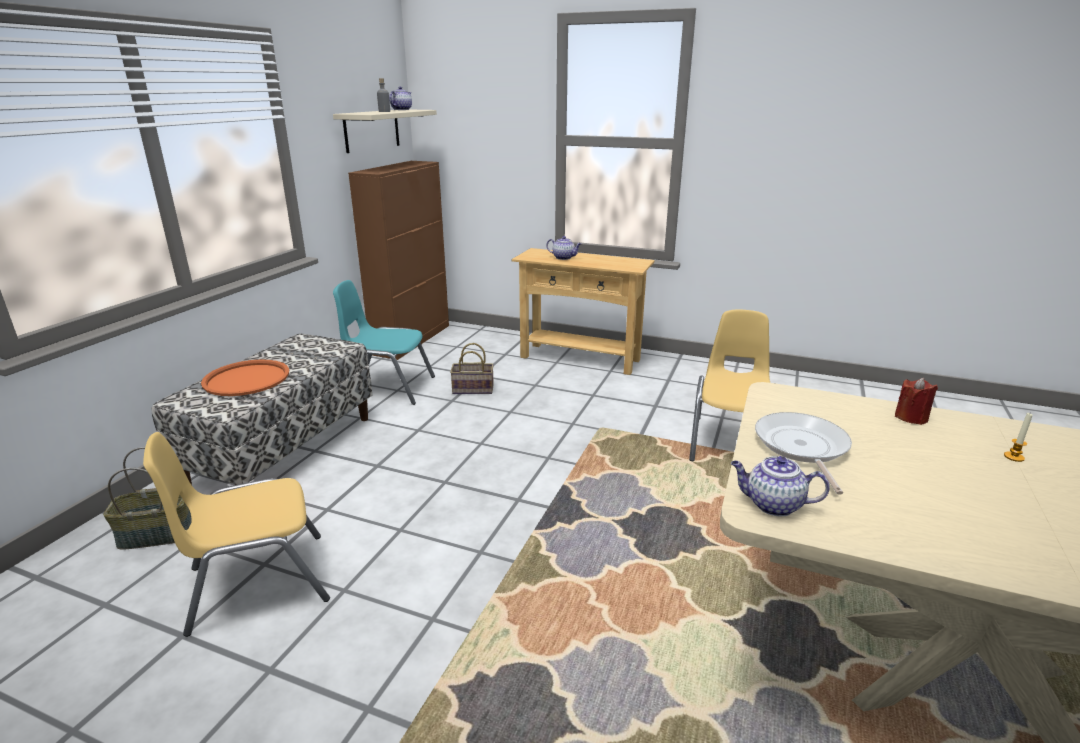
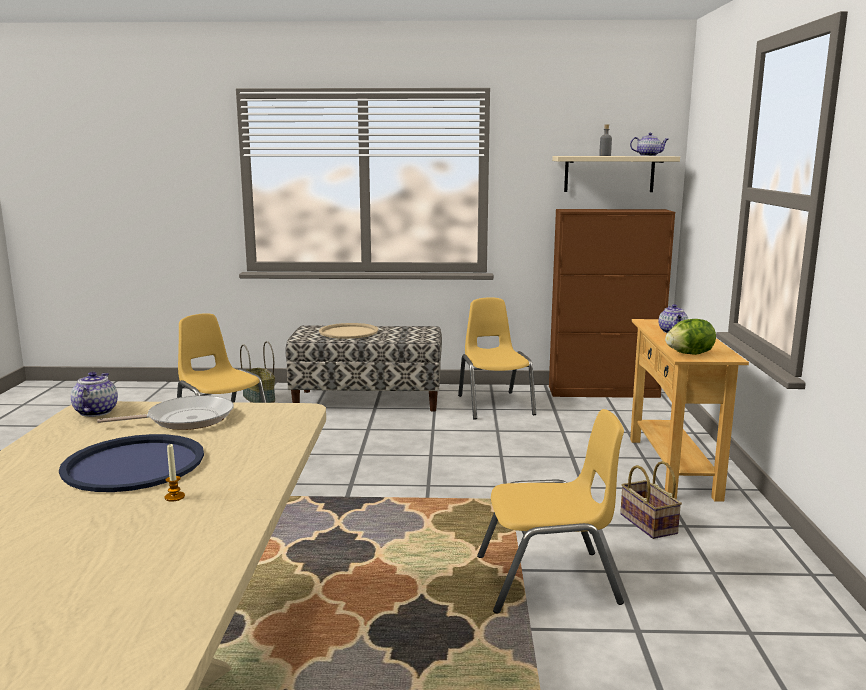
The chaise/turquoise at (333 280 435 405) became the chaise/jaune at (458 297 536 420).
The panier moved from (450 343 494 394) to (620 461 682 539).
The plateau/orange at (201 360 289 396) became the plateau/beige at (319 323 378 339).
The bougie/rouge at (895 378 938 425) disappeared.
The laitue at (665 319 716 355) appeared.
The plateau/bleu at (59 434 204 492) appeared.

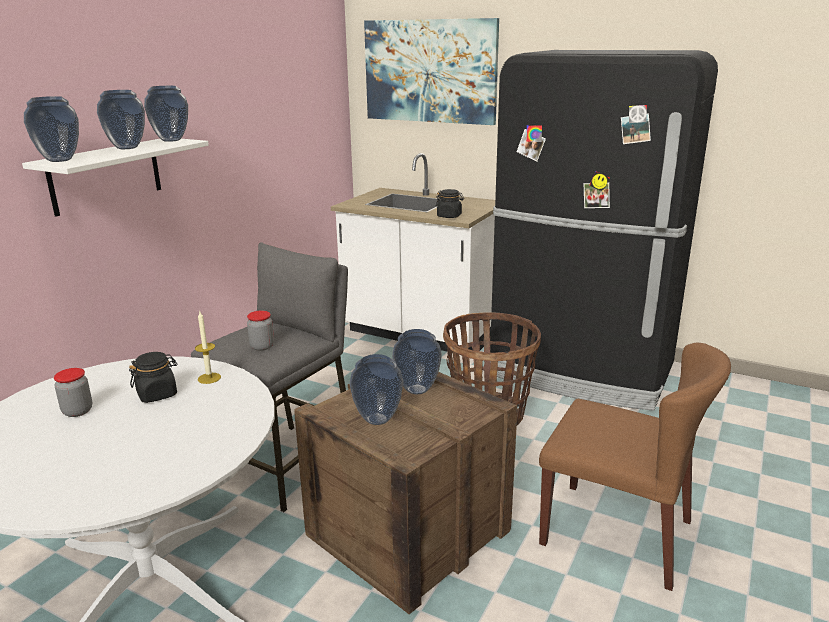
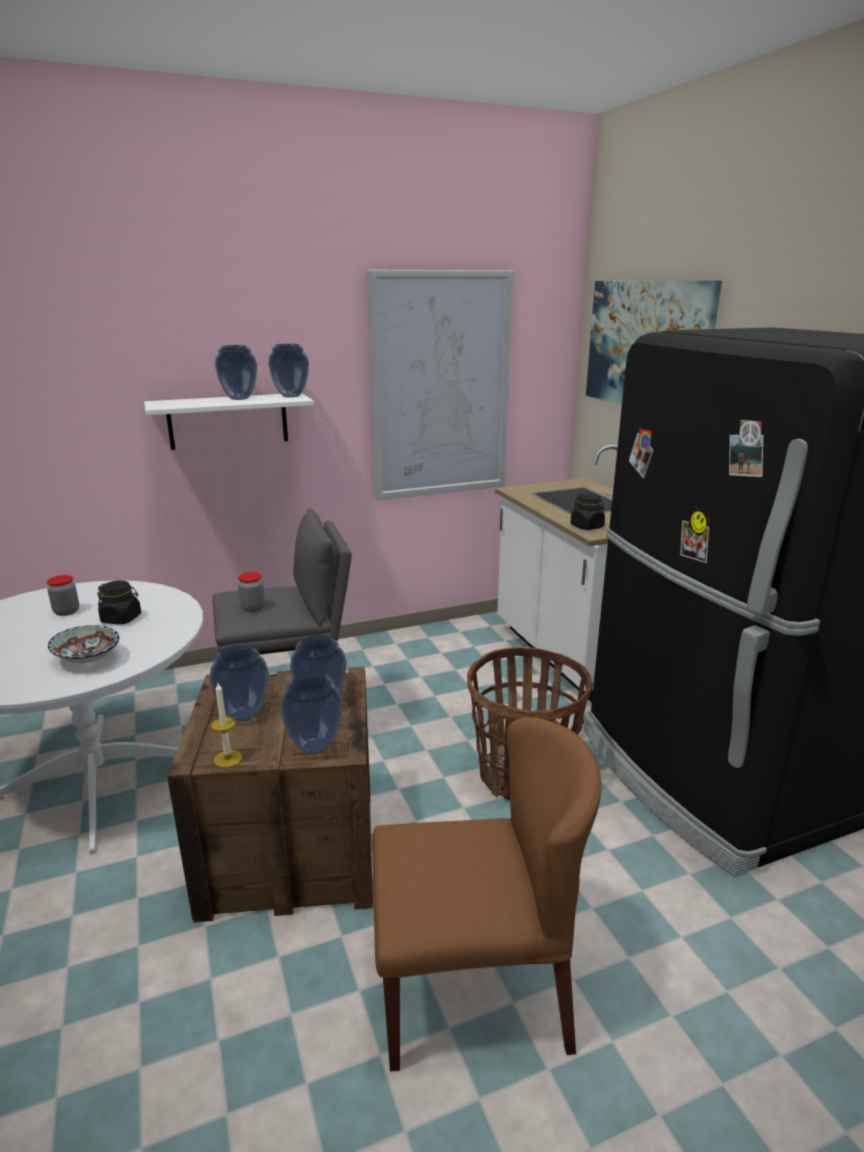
The vase moved from (24 96 79 162) to (280 673 343 754).
The bougie moved from (195 310 221 384) to (211 683 242 768).
The chaise/marron at (539 342 731 591) turned 75 degrees counterclockwise.
The tableau at (367 270 514 500) appeared.
The bol at (48 625 119 663) appeared.

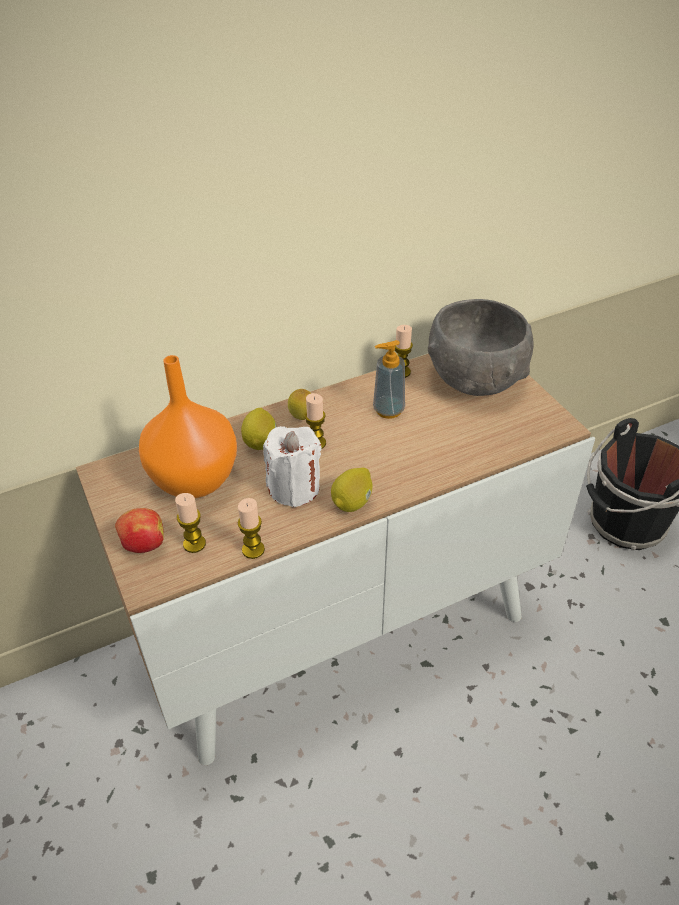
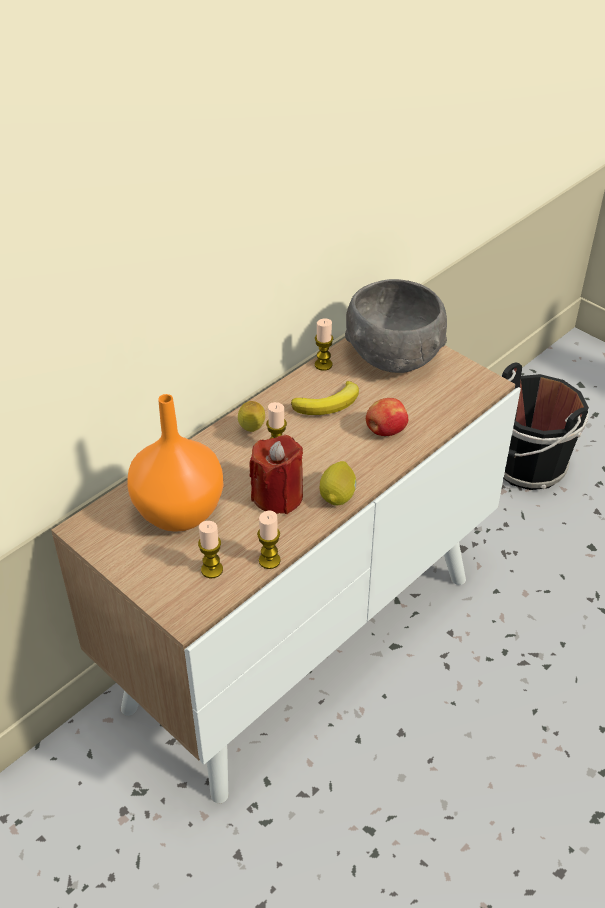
The distributeur de savon at (373 340 405 419) was replaced by the banane at (291 381 359 415).
The citron at (241 408 277 450) disappeared.
The bougie/blanc at (263 426 322 508) became the bougie/rouge at (250 435 303 514).
The pomme moved from (115 508 164 553) to (366 398 408 436).

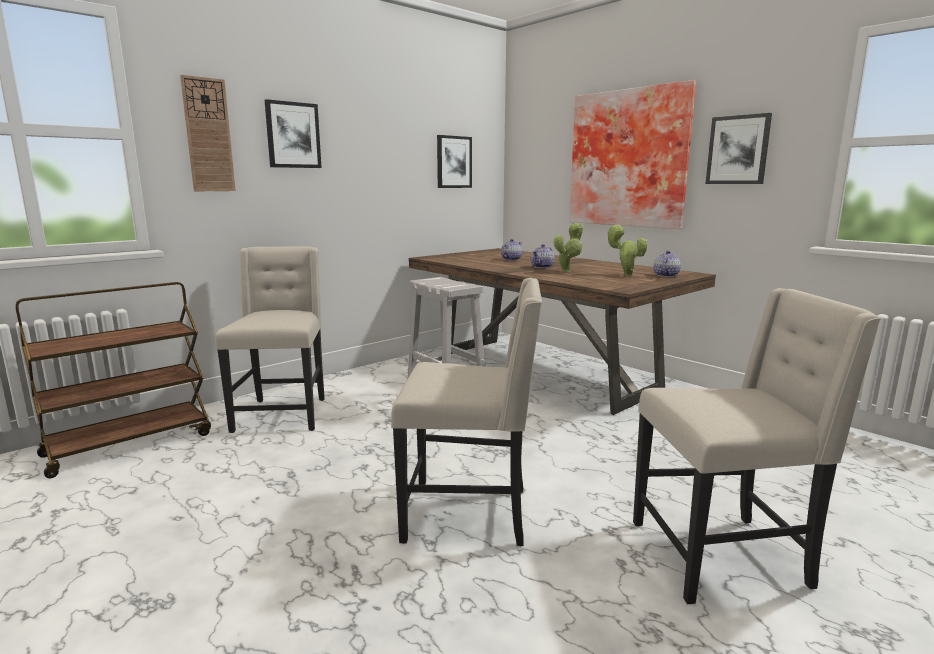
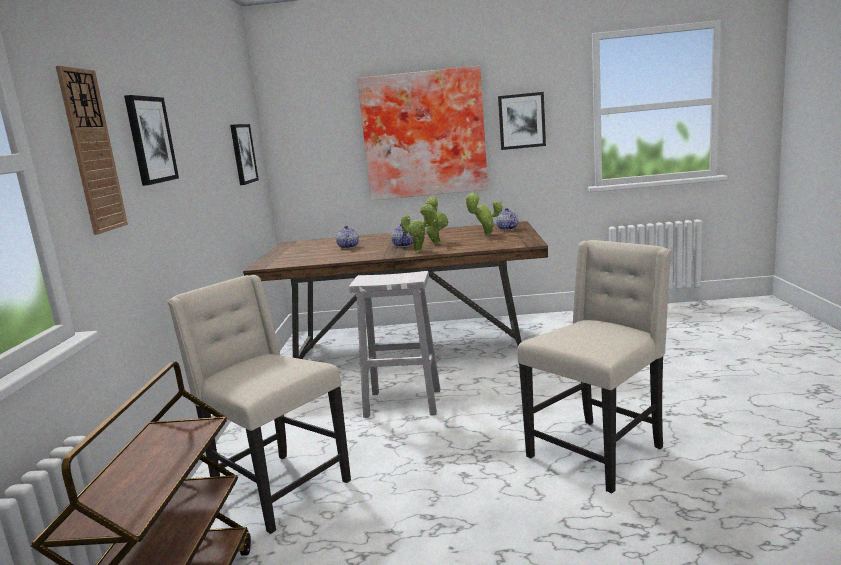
The chaise/beige at (633 288 881 604) disappeared.
The plante en pot at (401 203 436 252) appeared.

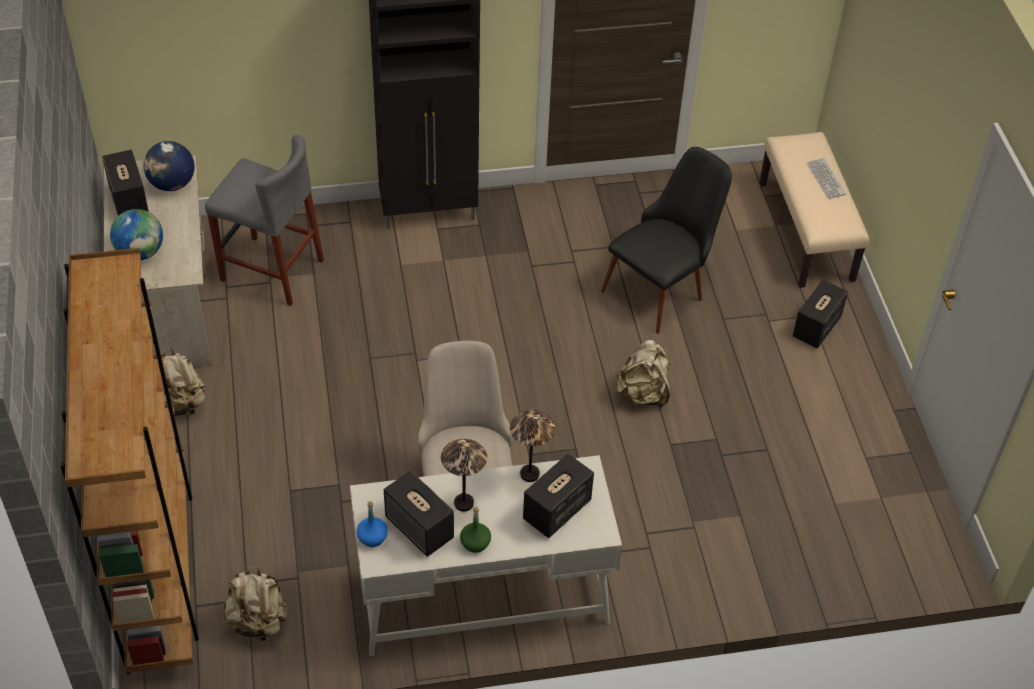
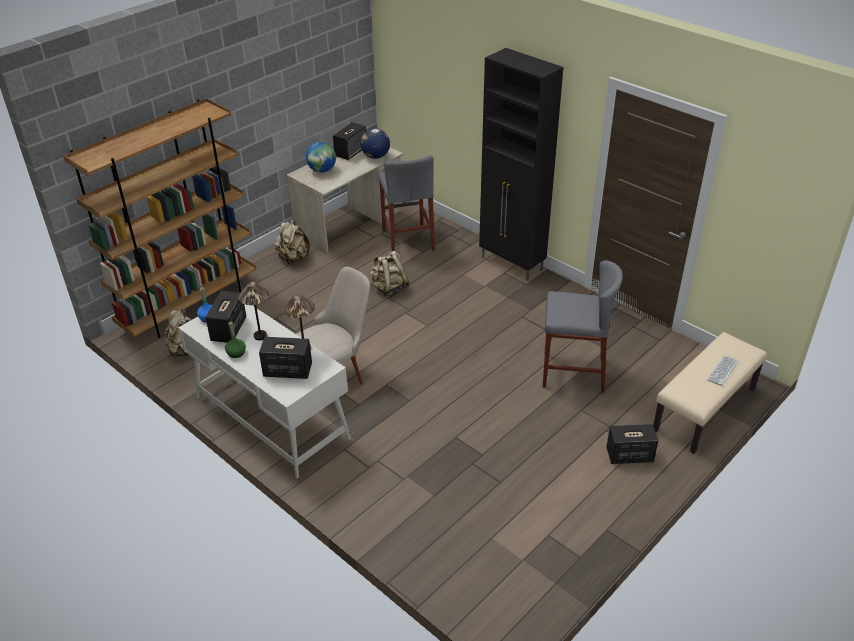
The chaise/noir at (601 147 732 334) was replaced by the tabouret/gris at (543 260 623 393).
The sac à dos/beige moved from (616 340 670 407) to (369 251 409 296).

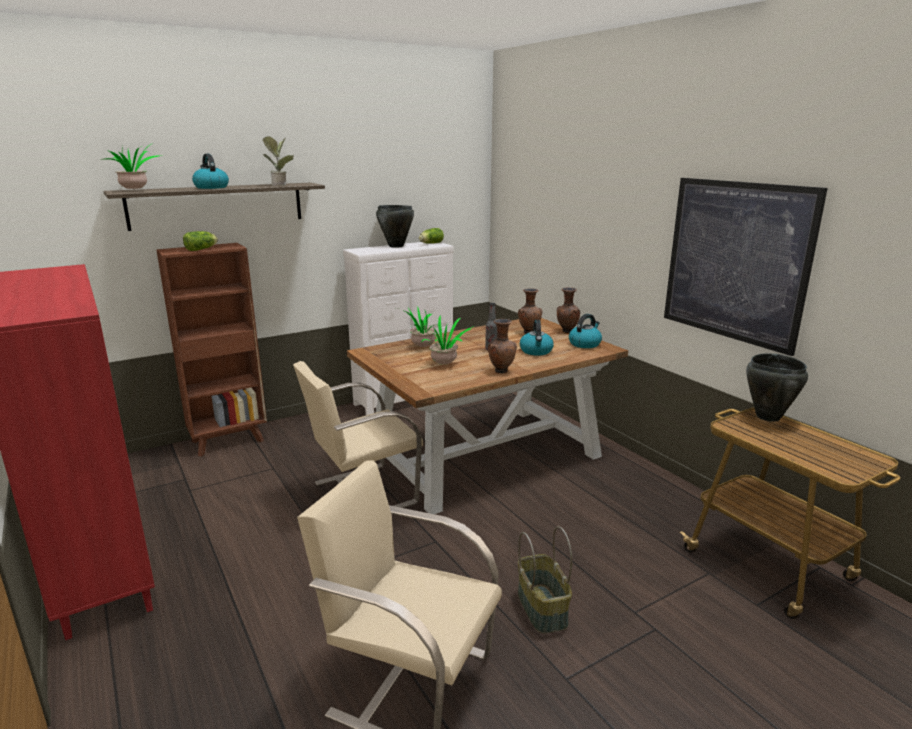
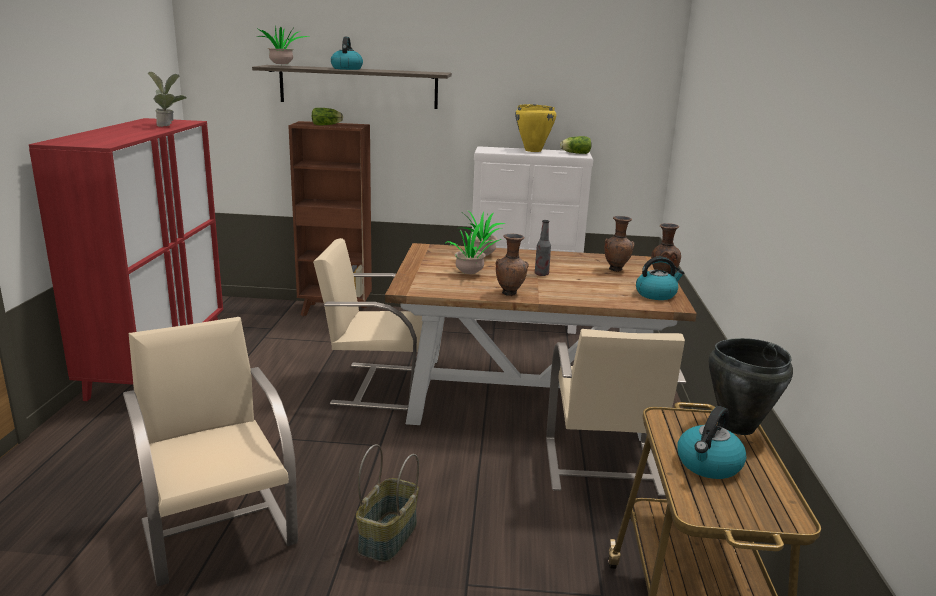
The plante en pot moved from (263 136 294 186) to (148 72 187 127).
The tableau at (664 178 828 356) disappeared.
The marmite/noir at (376 205 414 248) became the marmite/jaune at (515 104 556 152).
The bouilloire moved from (520 320 554 356) to (677 406 747 479).
The chaise/beige at (546 329 686 496) appeared.

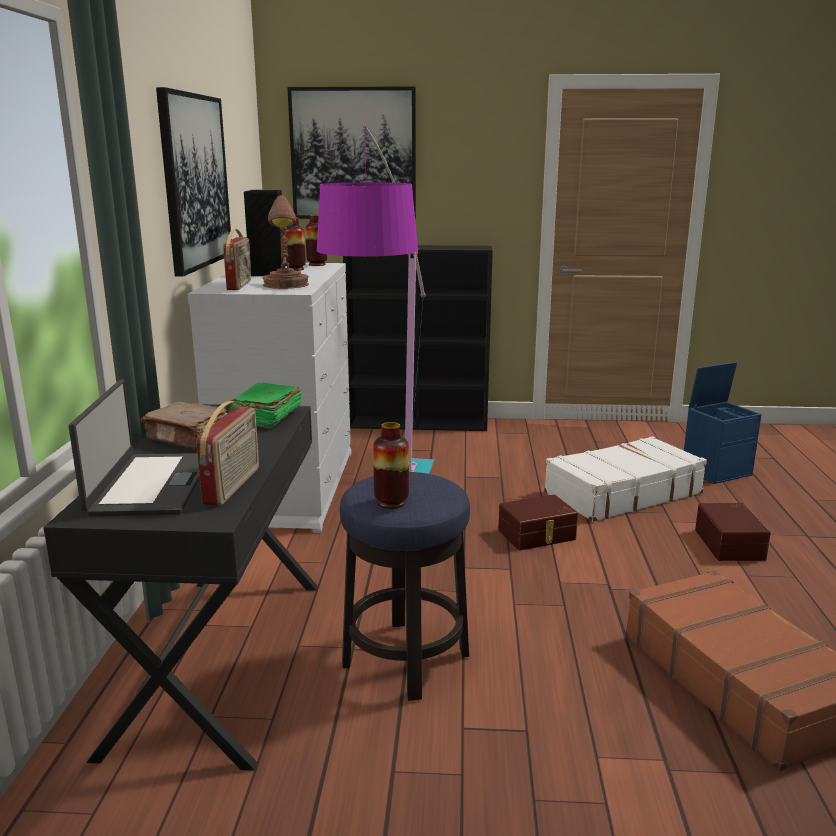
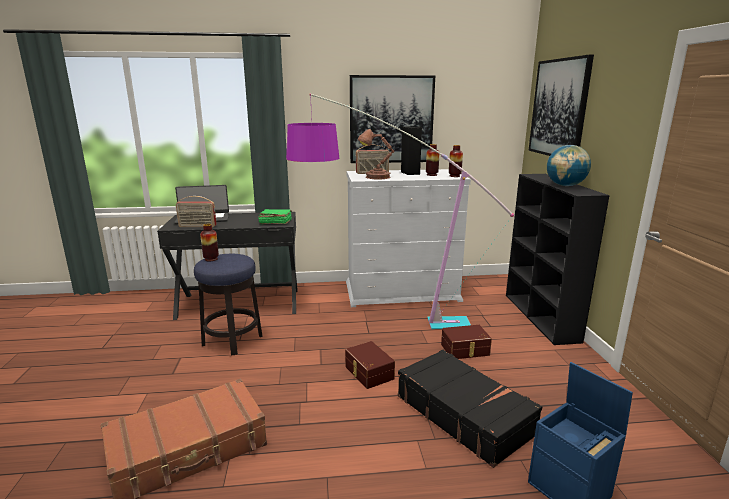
The livre/marron at (141 402 228 450) disappeared.
The valise/blanc at (544 436 707 522) became the valise/noir at (398 350 542 468).
The boîte de rangement/marron moved from (695 503 771 561) to (441 325 492 359).
The globe at (547 145 591 186) appeared.

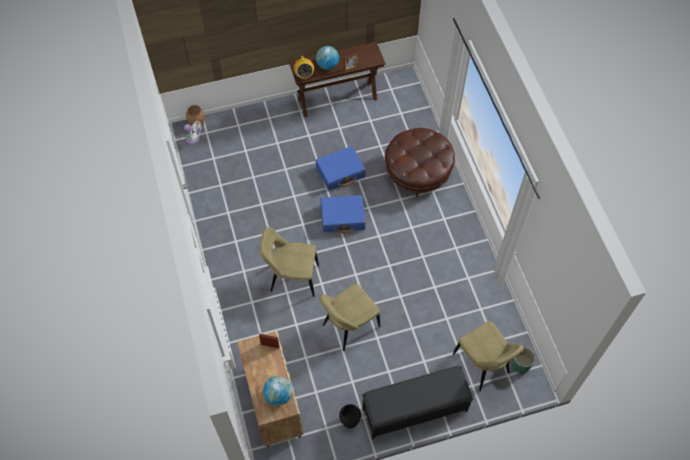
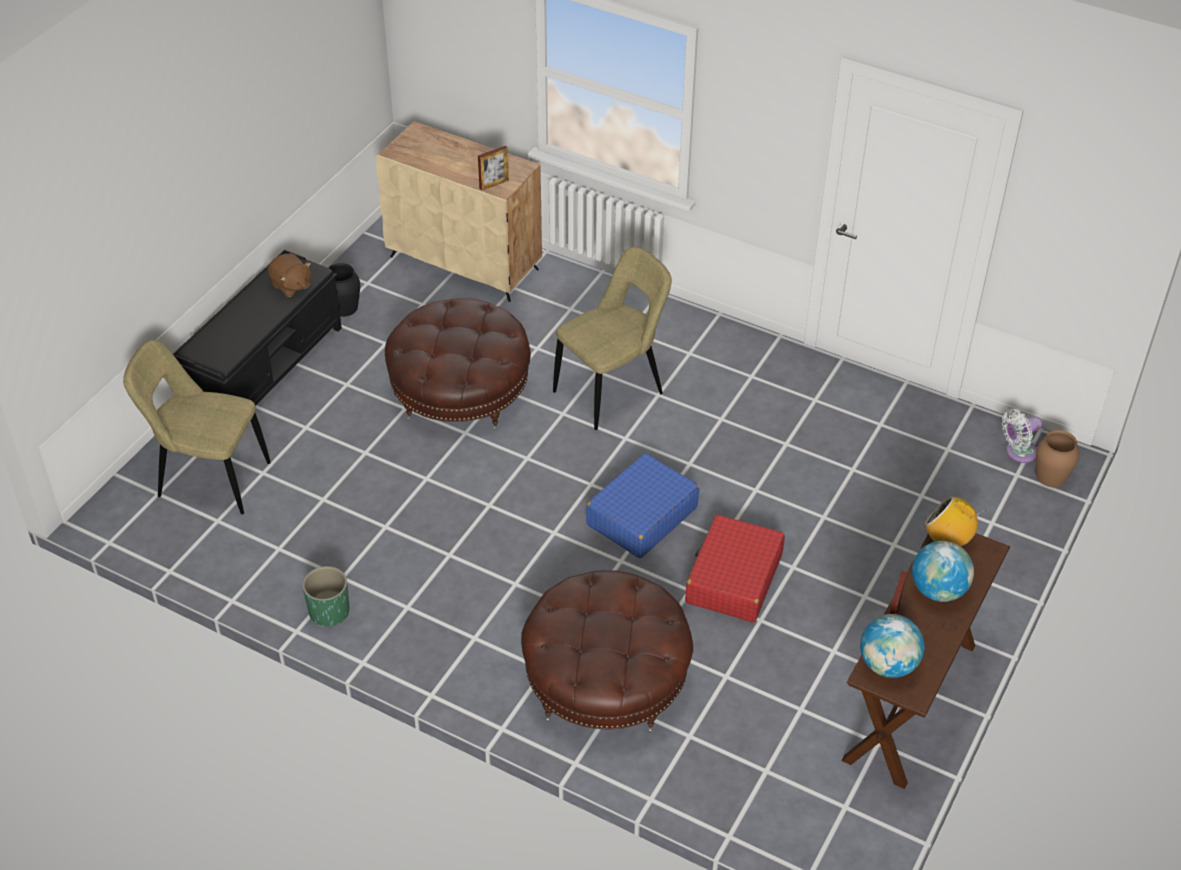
The valise/bleu at (315 146 366 190) became the valise/rouge at (685 515 785 622).
The chaise/beige at (319 284 380 351) was replaced by the pouf/marron at (385 298 531 430).
The cache-pot/vert moved from (511 347 535 374) to (302 566 350 627).
The globe moved from (263 376 293 406) to (860 614 925 678).
The peluche/marron at (267 253 311 297) appeared.

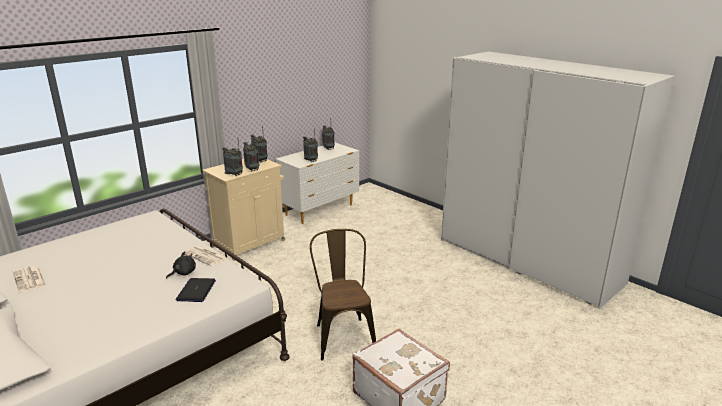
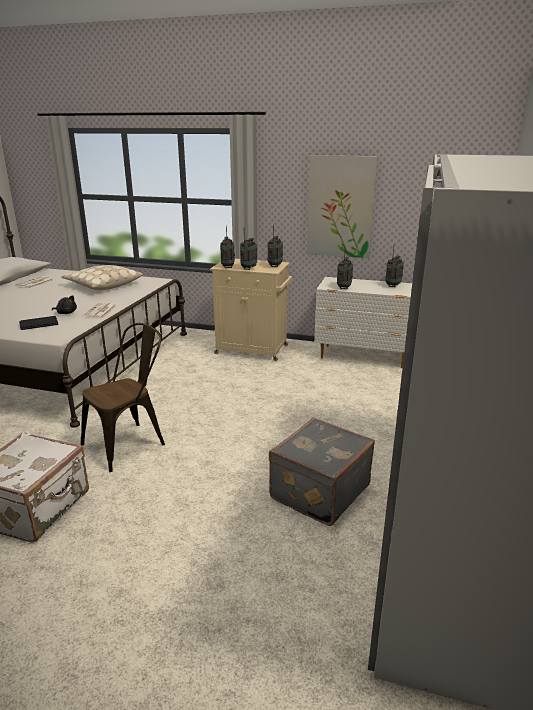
The tableau at (307 155 378 258) appeared.
The coussin/beige at (61 265 143 290) appeared.
The valise/gris at (269 418 375 526) appeared.

